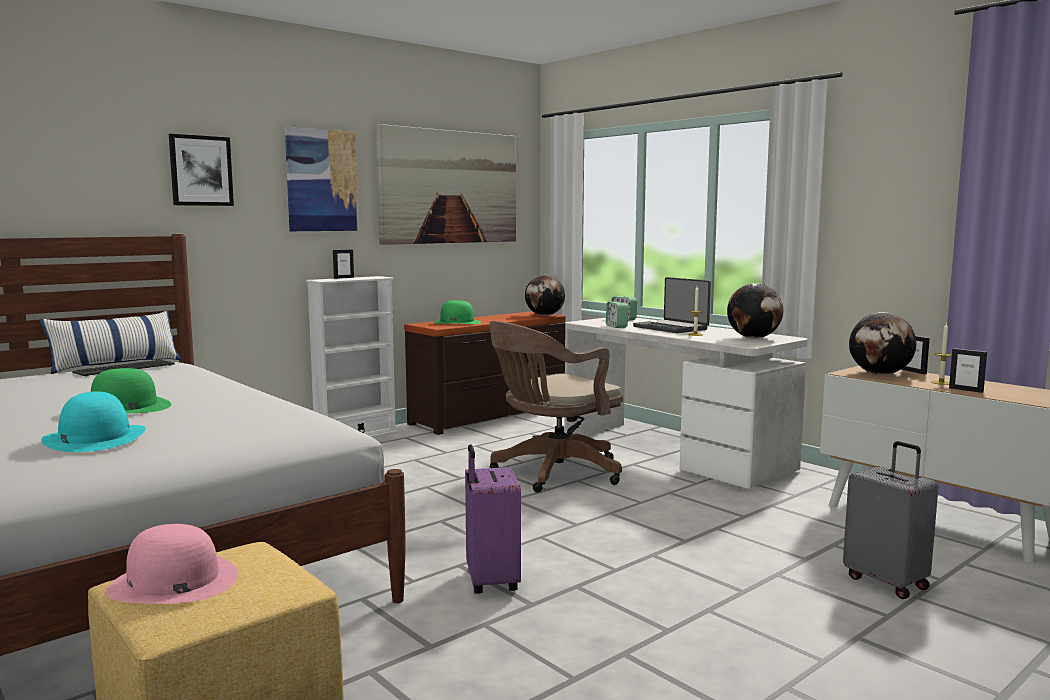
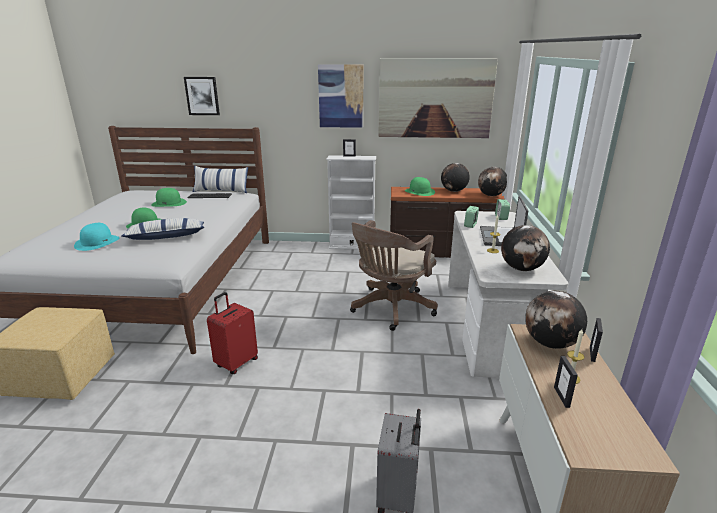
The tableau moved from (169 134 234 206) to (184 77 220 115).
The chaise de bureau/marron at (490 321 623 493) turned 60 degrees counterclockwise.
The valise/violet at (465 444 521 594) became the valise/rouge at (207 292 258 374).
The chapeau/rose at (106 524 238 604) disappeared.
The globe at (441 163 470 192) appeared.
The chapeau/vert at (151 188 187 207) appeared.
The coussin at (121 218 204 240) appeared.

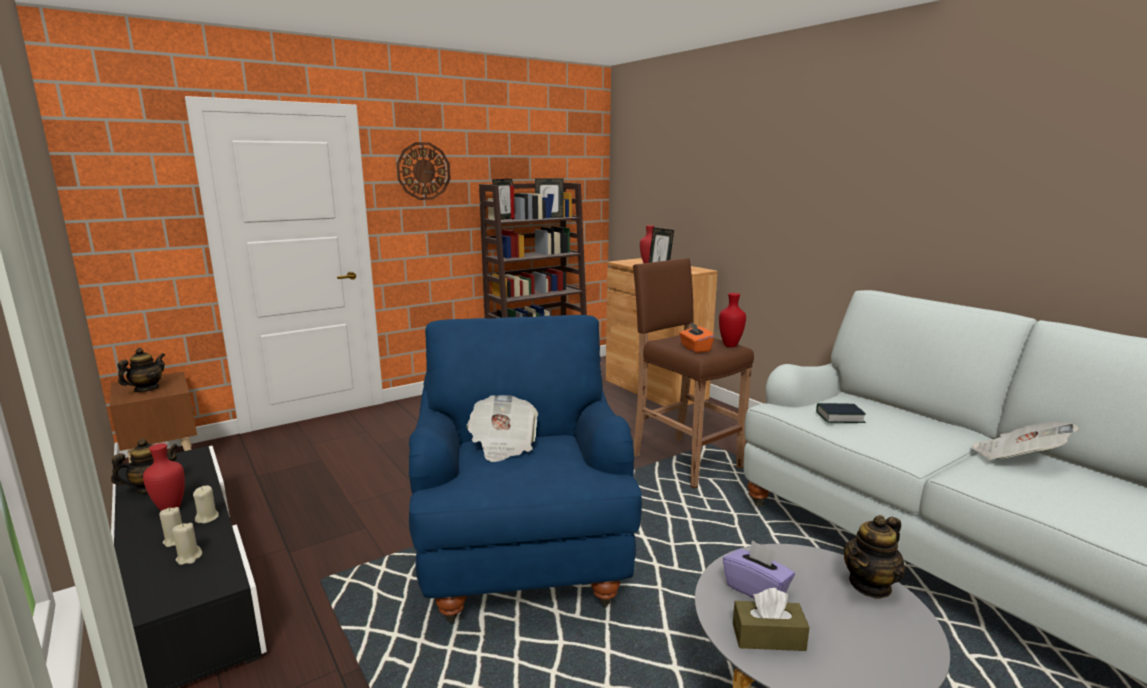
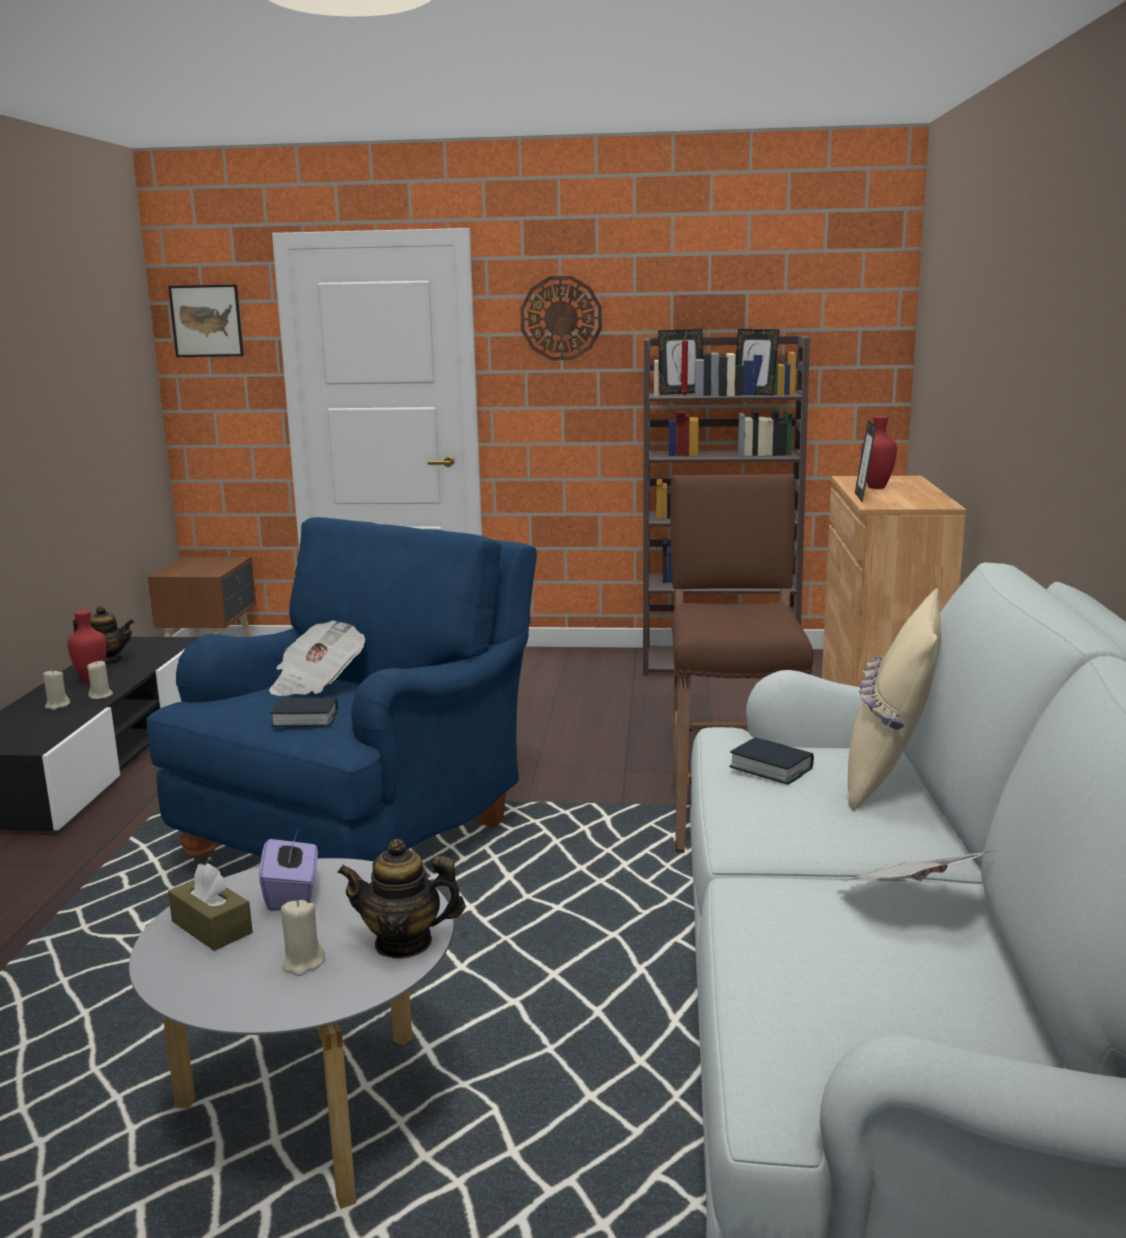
The vase/rouge at (719 293 746 347) disappeared.
The boîte à mouchoirs/orange at (679 322 714 353) disappeared.
The théière at (117 348 165 392) disappeared.
The bougie/beige moved from (172 523 202 565) to (281 900 325 976).
The tableau at (168 284 244 357) appeared.
The coussin/beige at (848 588 941 811) appeared.
The livre at (270 697 338 727) appeared.

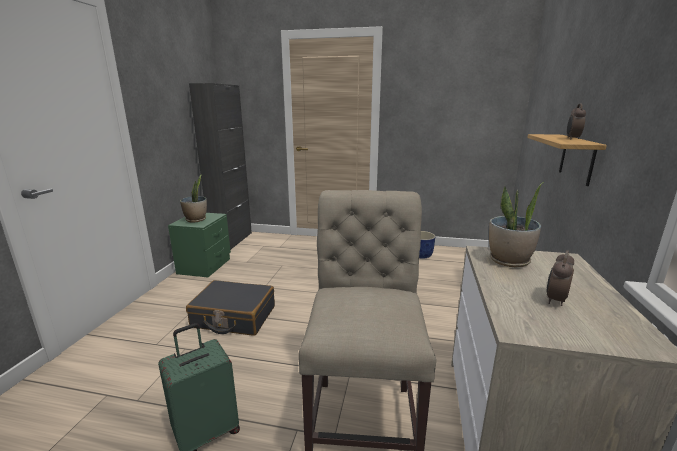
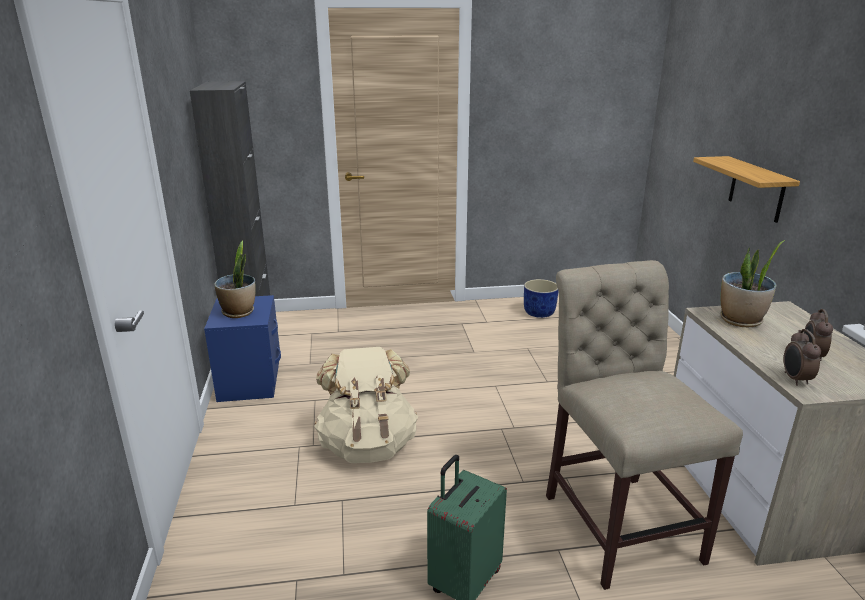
The réveil moved from (567 104 586 139) to (783 329 821 386).
The table de chevet/vert at (168 213 231 277) became the table de chevet/bleu at (204 295 281 402).
The valise/noir at (186 280 275 336) was replaced by the sac à dos/beige at (314 347 418 463).

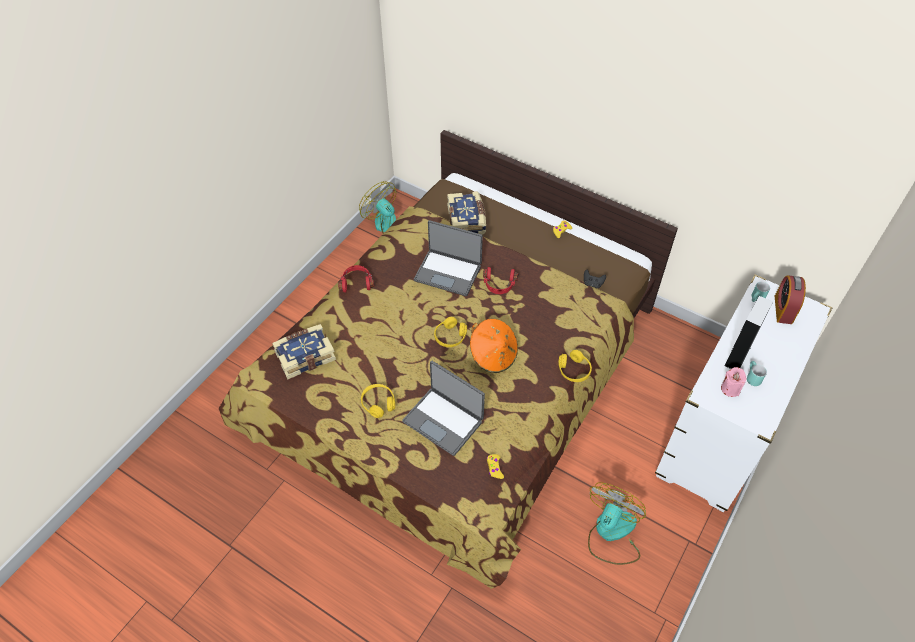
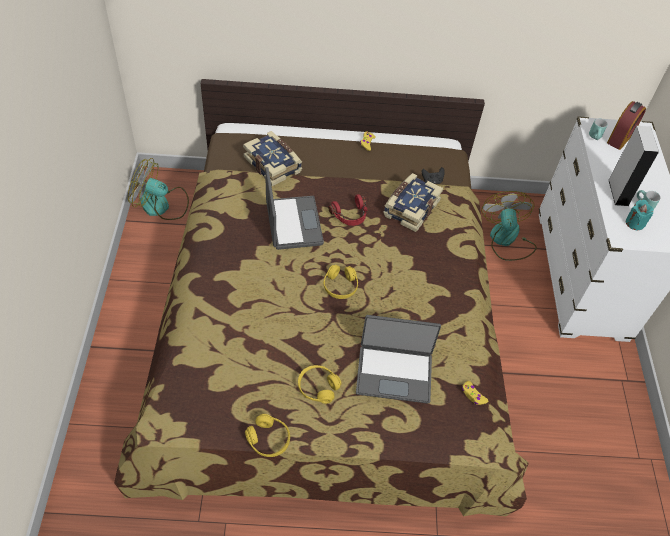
The ordinateur portable at (414 220 483 296) turned 90 degrees counterclockwise.
The casque audio/rouge at (338 265 374 292) disappeared.
The réveil at (775 275 806 324) turned 120 degrees counterclockwise.
The chapeau/orange at (470 319 518 373) disappeared.
The livre moved from (272 324 336 380) to (383 173 443 232).
The casque audio/jaune moved from (558 350 592 382) to (245 414 290 457).
The bougie/rose at (721 367 746 397) became the bougie/turquoise at (626 200 653 230).
The ventilateur moved from (588 482 646 565) to (481 191 537 261).

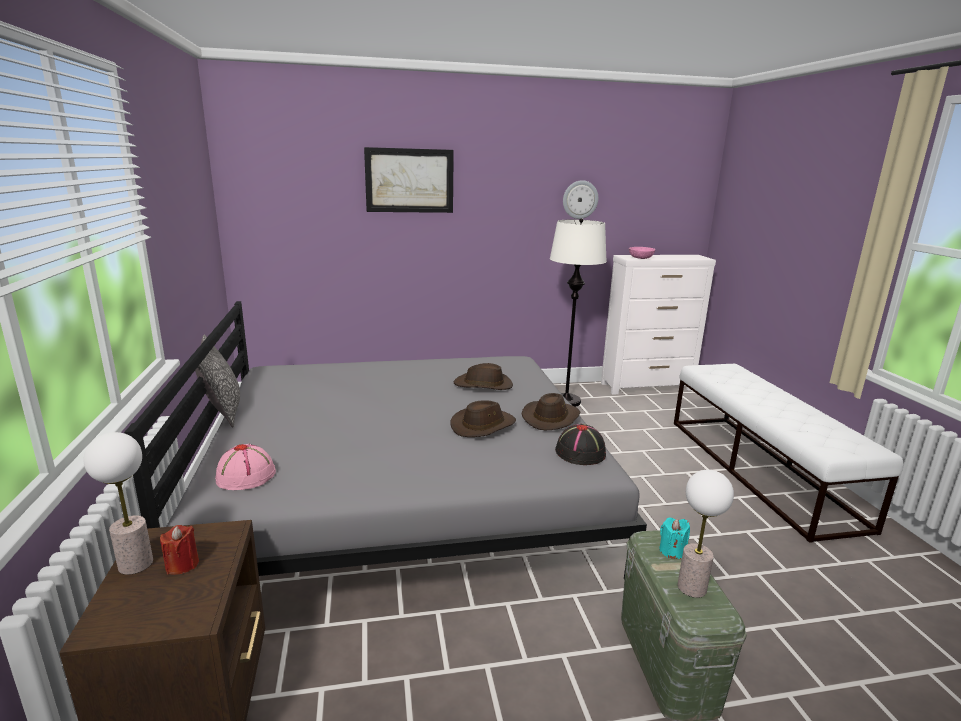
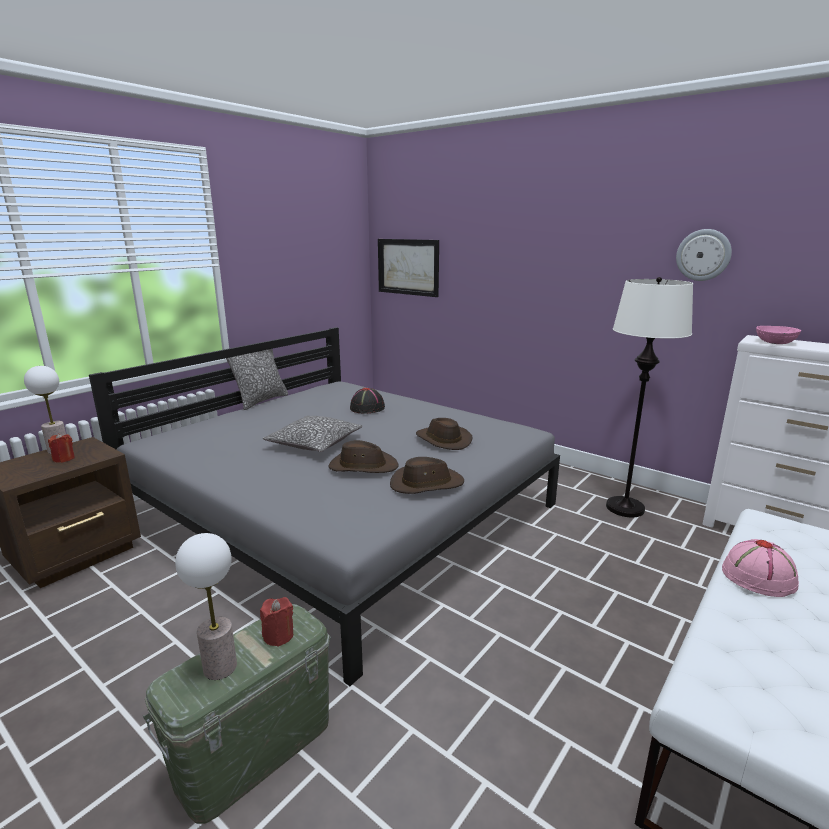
The tableau moved from (364 147 454 213) to (378 239 439 297).
The chapeau/noir moved from (555 424 606 465) to (350 387 385 414).
The chapeau/rose moved from (215 444 276 490) to (722 539 799 597).
The bougie/turquoise at (659 518 690 559) became the bougie/rouge at (260 597 293 647).
The coussin at (263 416 363 452) appeared.

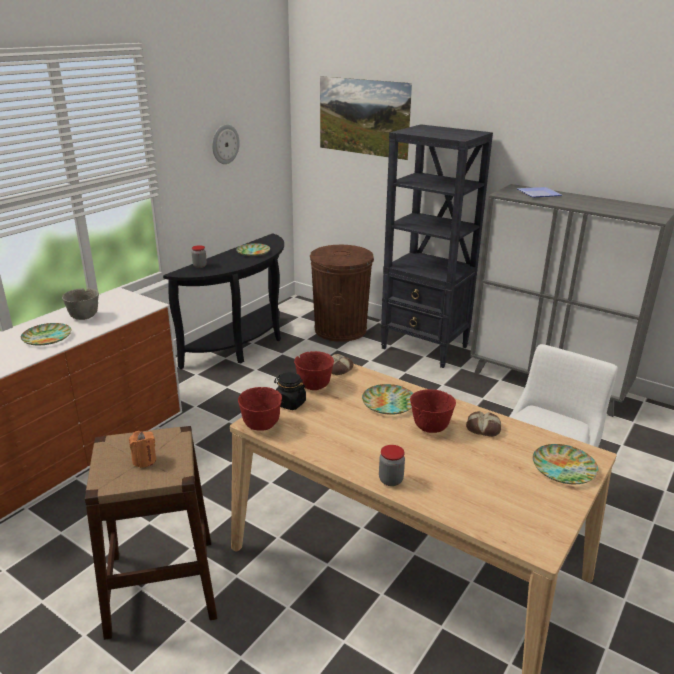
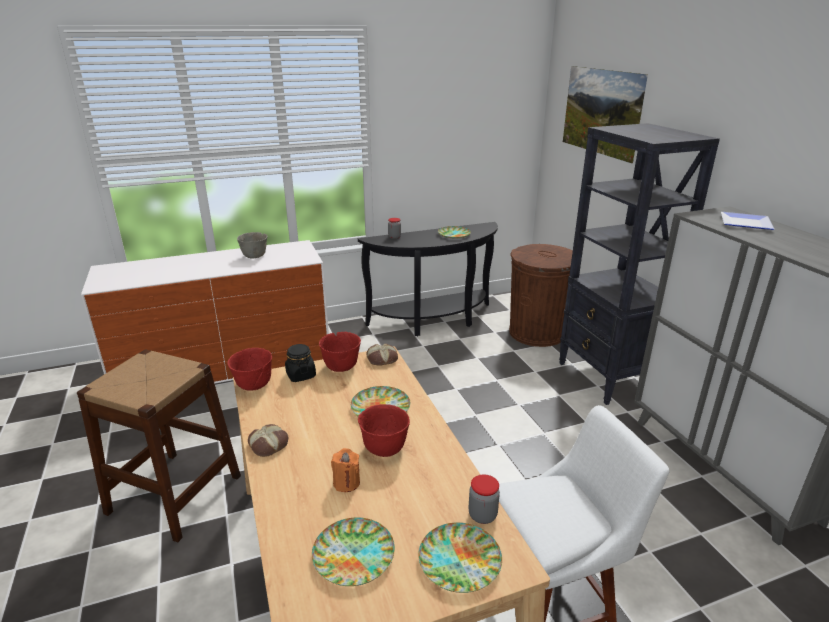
The horloge murale at (212 124 240 164) disappeared.
The assiette moved from (21 323 71 346) to (312 517 395 586).
The pain moved from (466 411 501 437) to (248 424 288 457).
The bougie/orange moved from (129 431 156 468) to (331 448 360 492).
The bocal moved from (379 445 405 486) to (469 474 500 524).

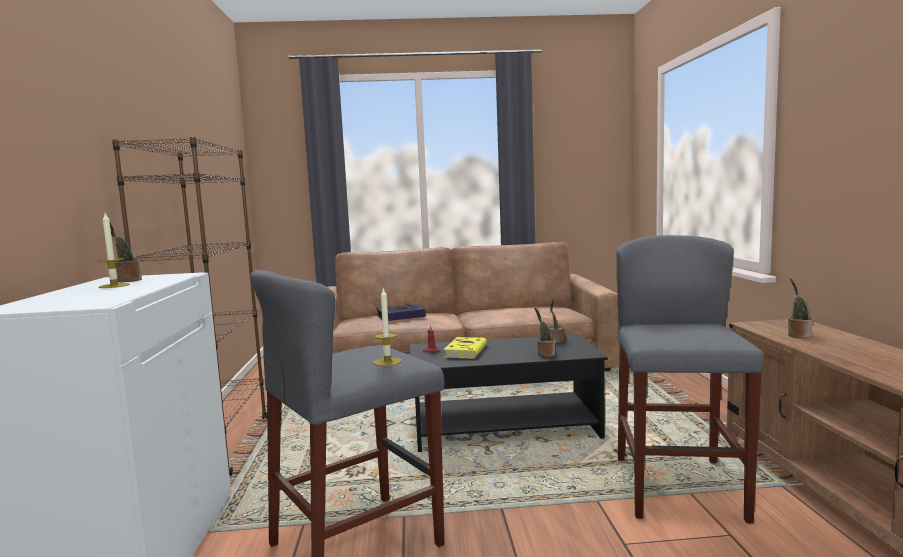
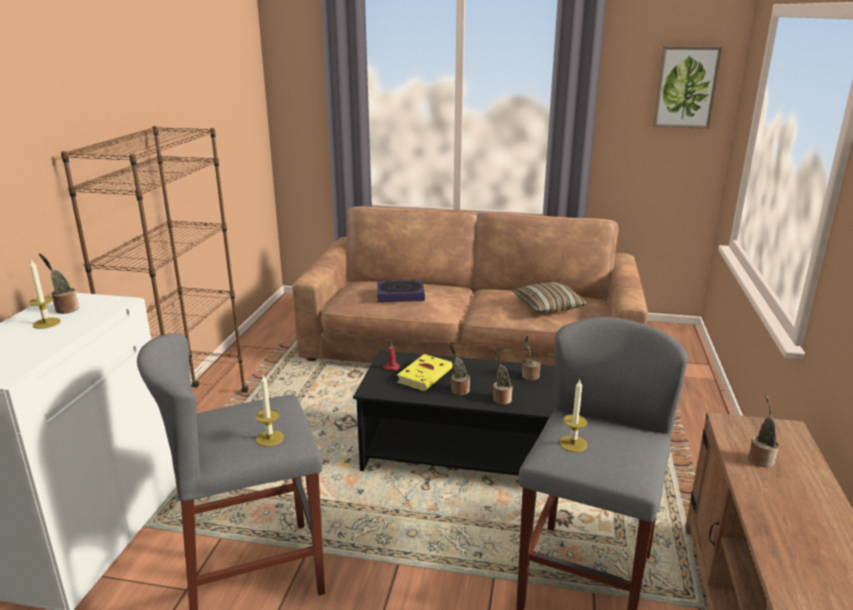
The tableau at (653 46 722 129) appeared.
The coussin at (513 282 587 313) appeared.
The plante en pot at (449 344 470 396) appeared.
The bougie at (559 380 588 452) appeared.

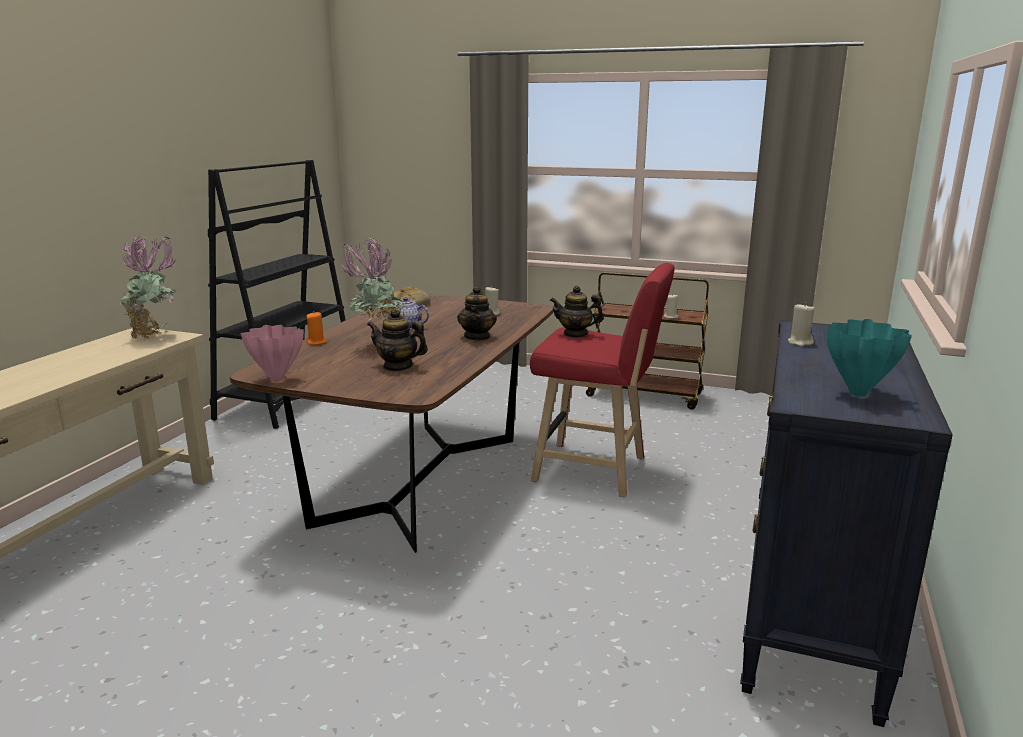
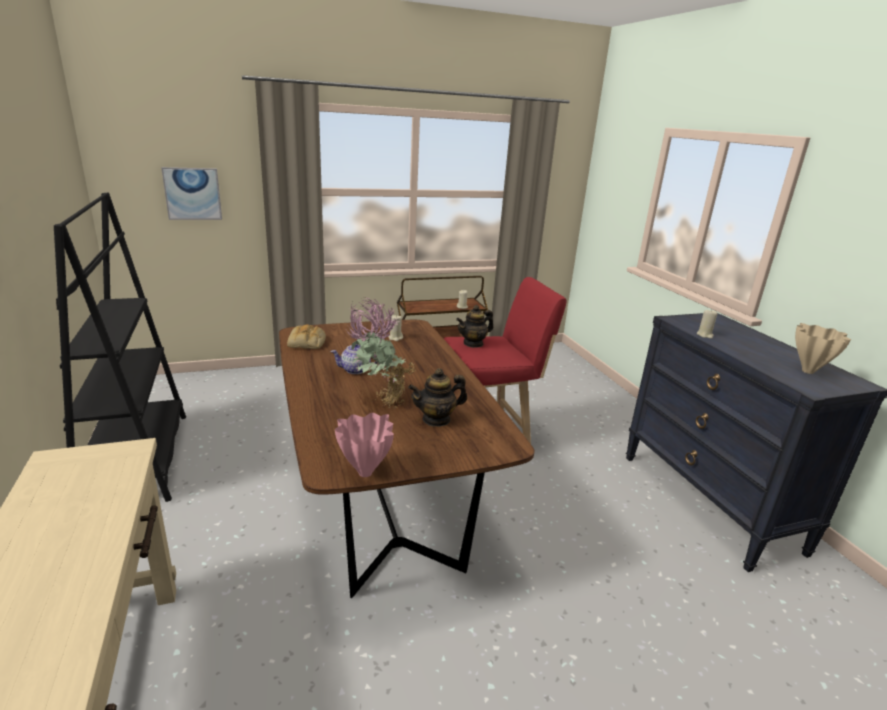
The plante en pot at (119 236 177 339) disappeared.
The théière at (457 286 497 341) disappeared.
The bougie/orange at (307 312 327 345) disappeared.
The vase/turquoise at (826 319 912 397) became the vase/beige at (795 323 851 374).
The tableau at (161 167 222 220) appeared.

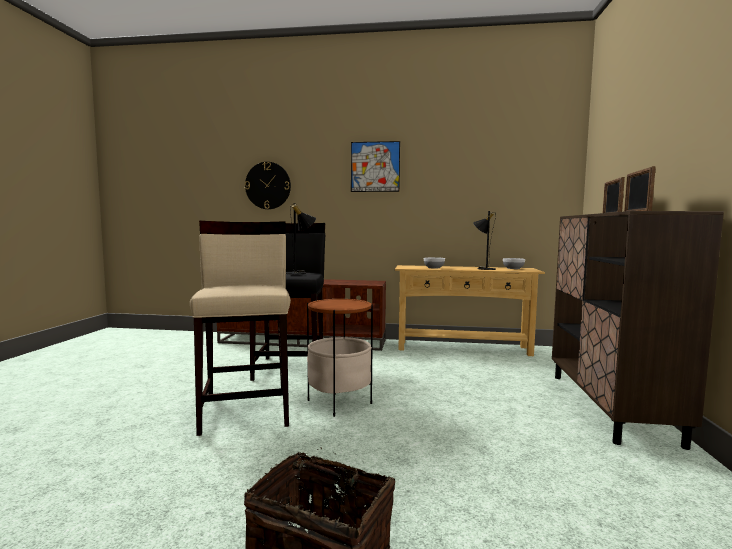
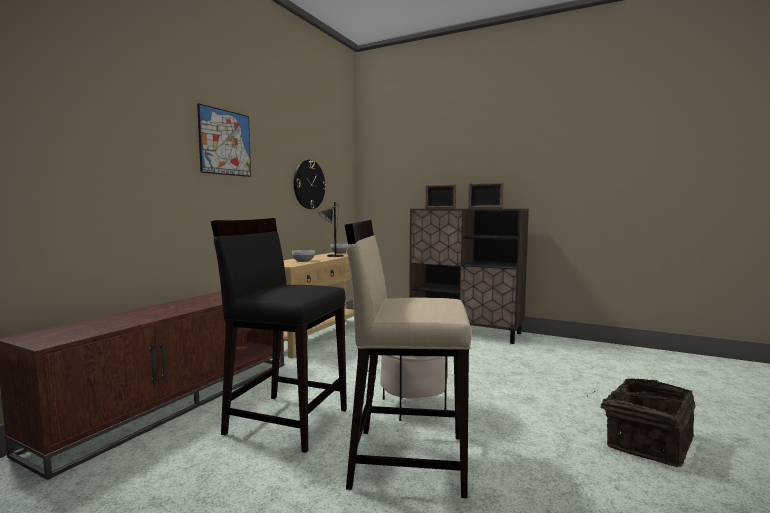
The horloge murale moved from (245 162 291 209) to (294 160 326 209).
The lampe de table/noir at (286 203 316 275) disappeared.

